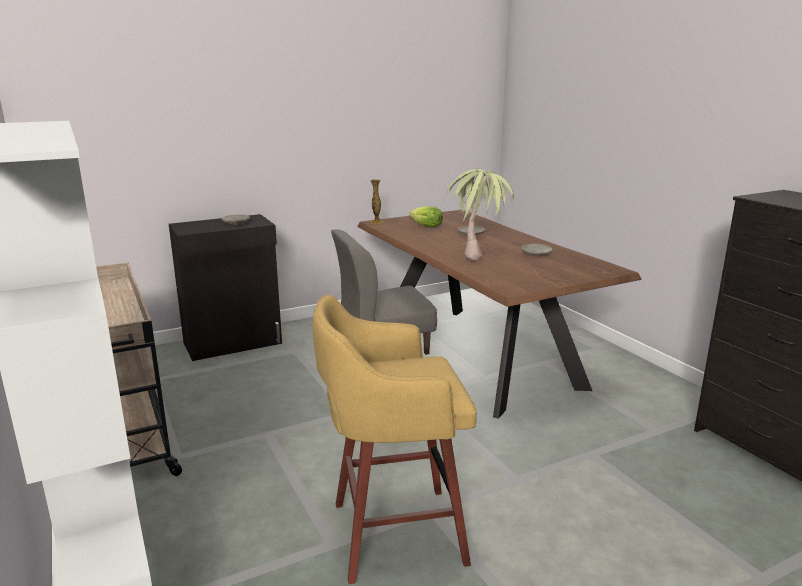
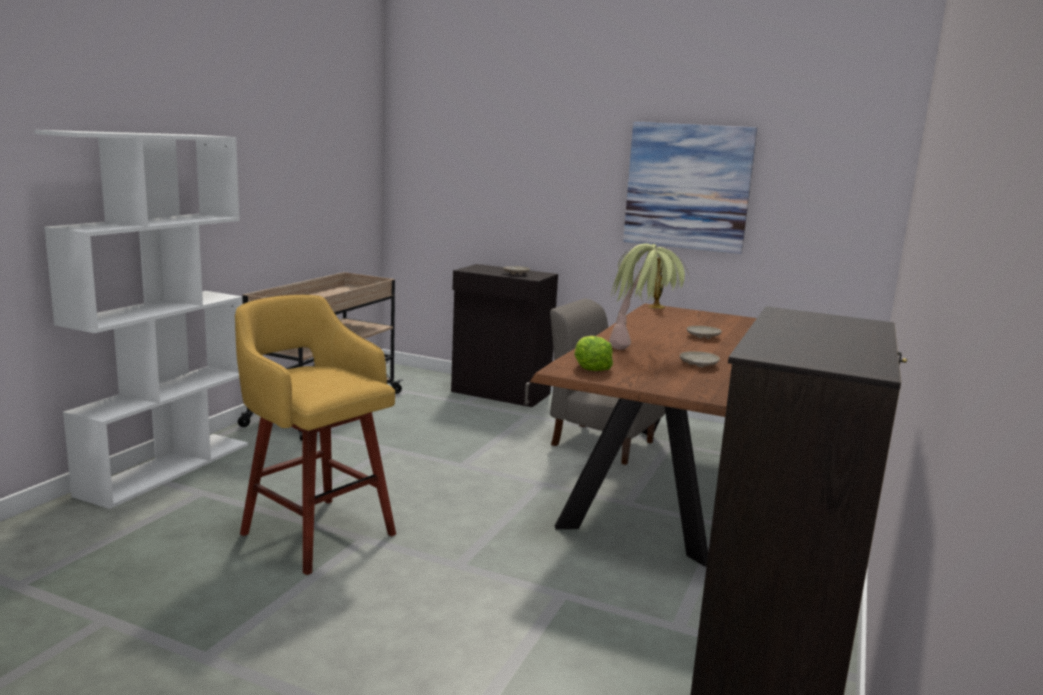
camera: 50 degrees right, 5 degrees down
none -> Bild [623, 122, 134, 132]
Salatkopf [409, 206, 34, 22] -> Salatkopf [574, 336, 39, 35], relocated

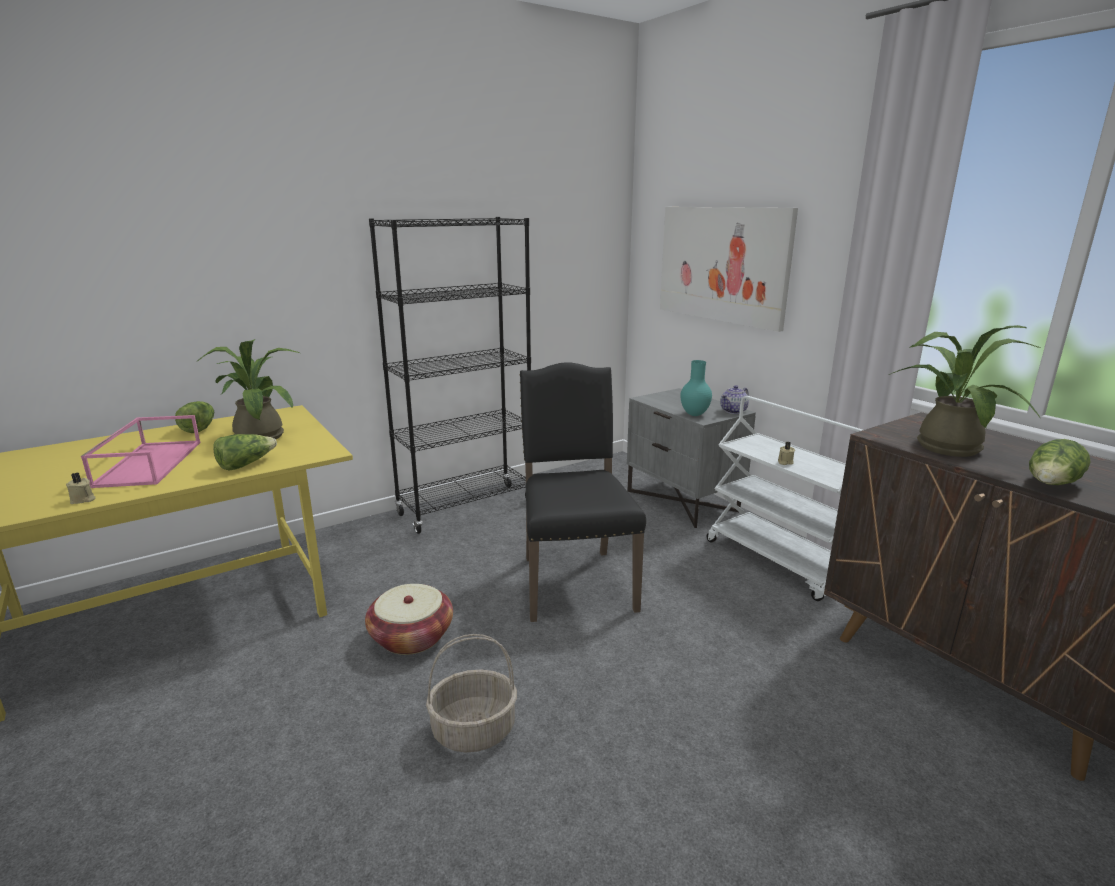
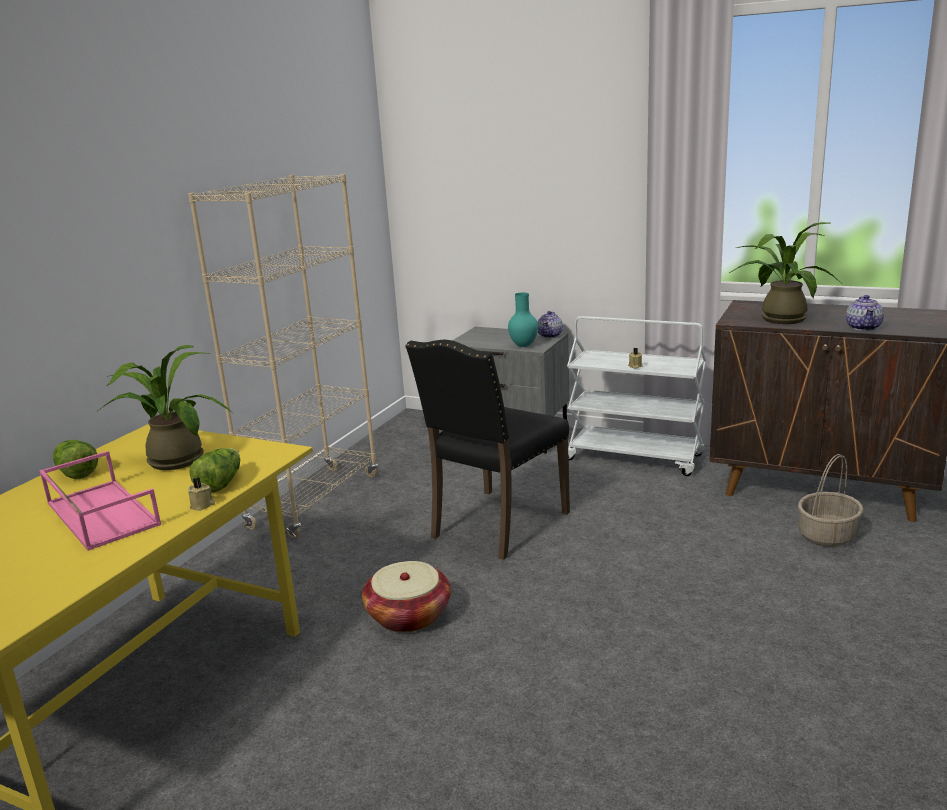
camera: 30 degrees left, 0 degrees up
Bild [660, 207, 138, 125] -> none
Kerze/beige [66, 473, 29, 31] -> Kerze/beige [188, 477, 27, 34], relocated
Korb [426, 634, 91, 119] -> Korb [798, 454, 65, 93], relocated
Salatkopf [1029, 439, 62, 46] -> Teekanne [846, 295, 38, 36]
Bücherregal/schwarz [369, 217, 164, 317] -> Bücherregal/beige [188, 174, 190, 364]
Stuhl/schwarz [520, 362, 126, 260] -> Stuhl/schwarz [405, 339, 165, 221], 105 degrees counterclockwise

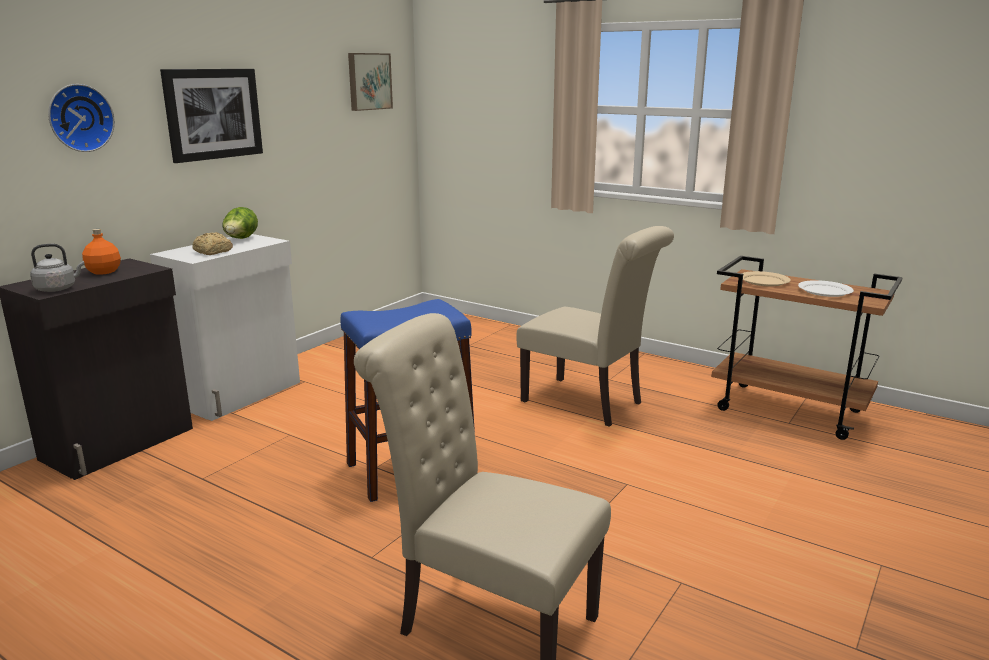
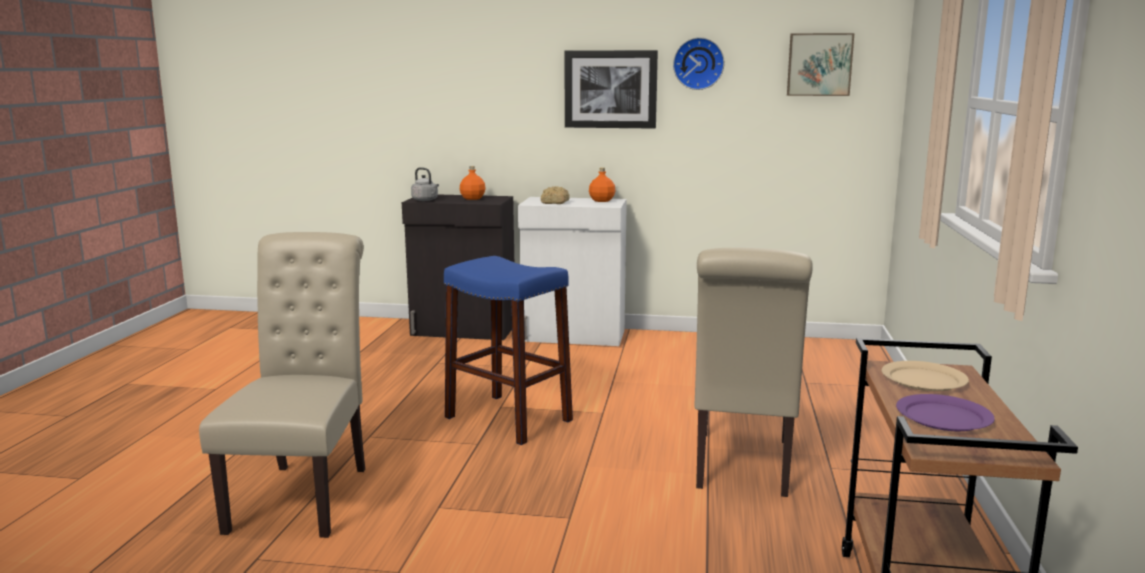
camera: 65 degrees right, 5 degrees down
Wanduhr [48, 84, 67, 68] -> Wanduhr [673, 37, 51, 53], relocated
Salatkopf [222, 207, 36, 32] -> Flasche/orange [589, 168, 26, 34]
Teller/weiß [798, 280, 56, 17] -> Teller/lila [896, 394, 99, 37]

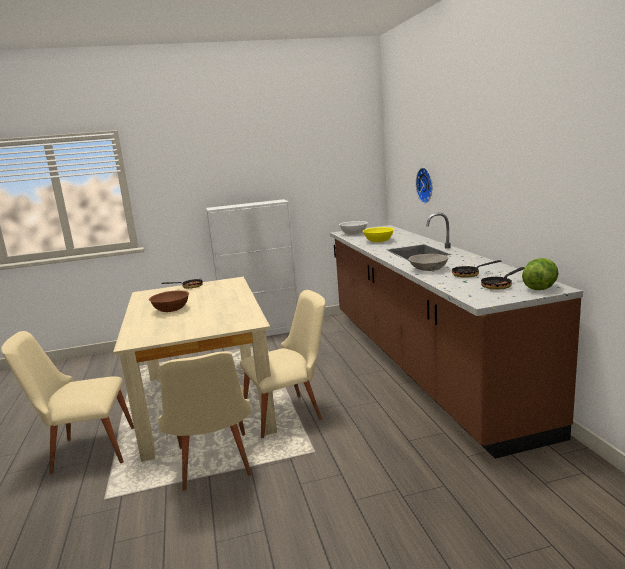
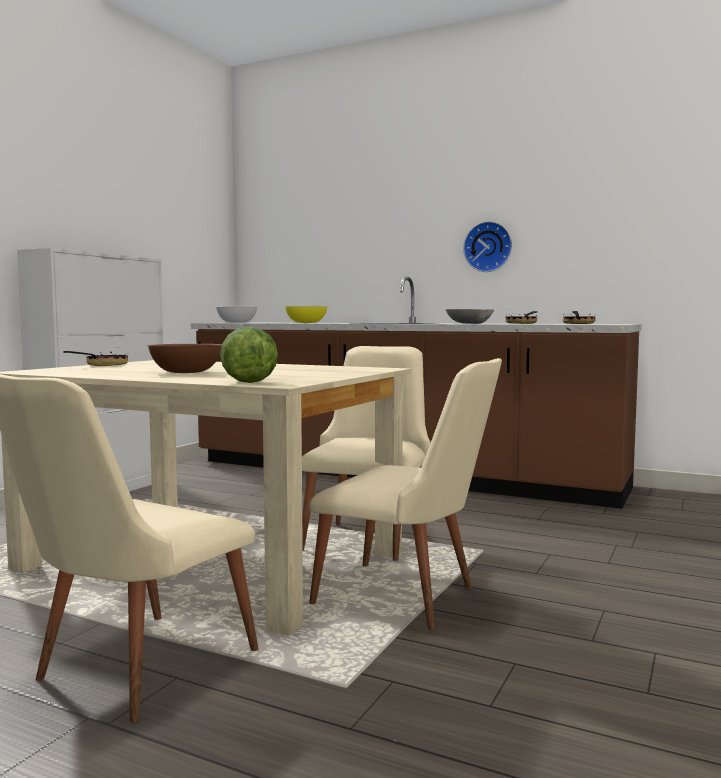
camera: 50 degrees left, 10 degrees down
Wanduhr [416, 168, 16, 35] -> Wanduhr [463, 221, 49, 51], relocated
Salatkopf [522, 258, 37, 32] -> Salatkopf [220, 326, 58, 57], relocated

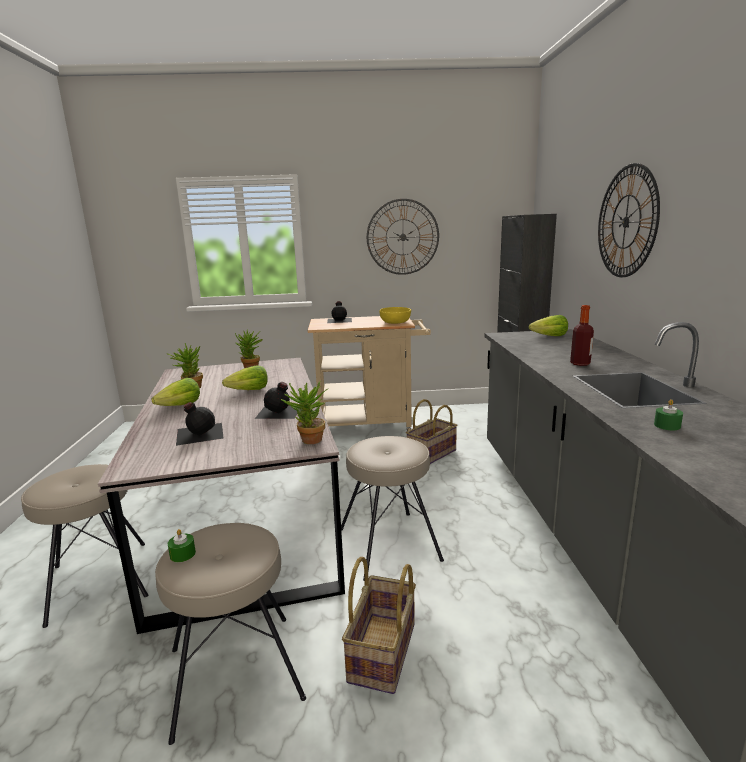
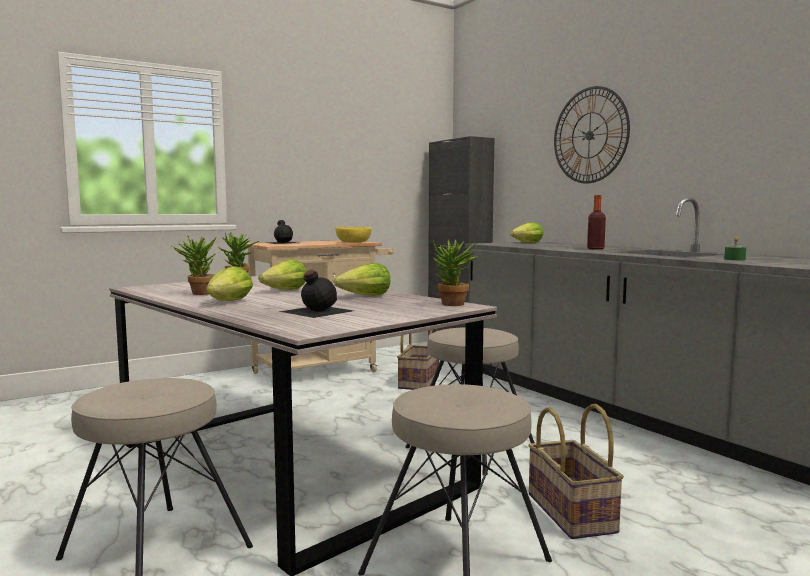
camera: 30 degrees left, 10 degrees down
Kerze/grün [168, 529, 28, 33] -> none
Wanduhr [367, 199, 72, 76] -> none
Flasche/schwarz [255, 382, 42, 37] -> Salatkopf [334, 263, 56, 33]

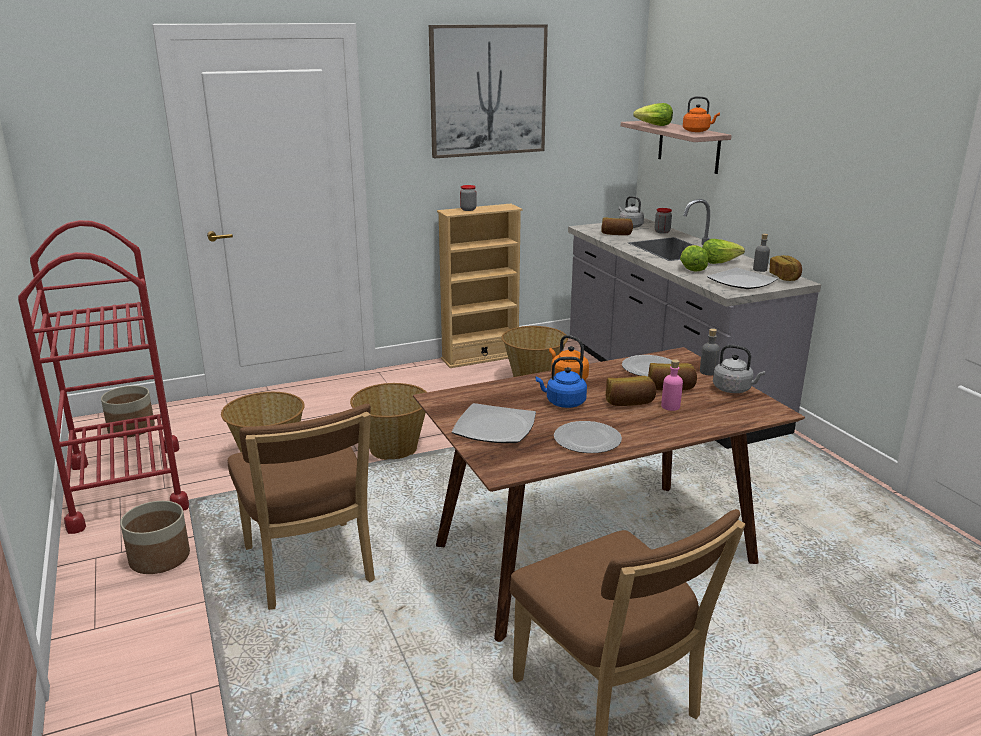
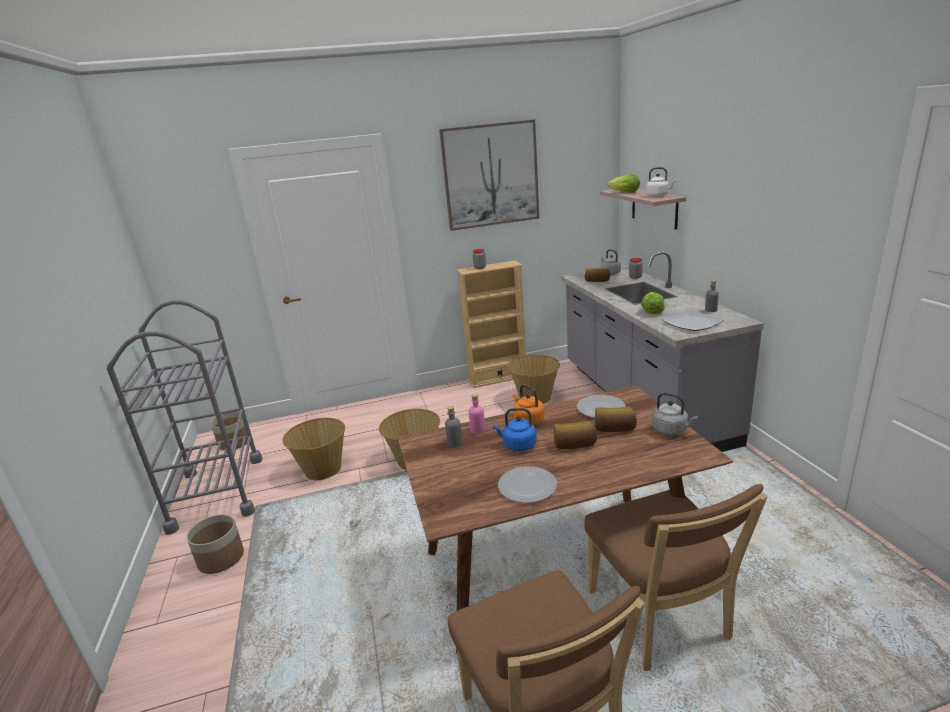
camera: 10 degrees right, 0 degrees up
Teller [452, 403, 84, 40] -> none
Salatkopf [702, 239, 43, 25] -> none
Brot [769, 255, 33, 26] -> none
Stuhl/braun [228, 404, 147, 206] -> Stuhl/braun [584, 484, 183, 187], relocated
Flasche/rosa [661, 359, 22, 52] -> Flasche/rosa [469, 394, 16, 40], relocated
Flasche/grau [700, 328, 20, 48] -> Flasche/grau [445, 406, 18, 41], relocated
Rollwagen/rot [18, 220, 171, 314] -> Rollwagen/grau [107, 300, 156, 235]
Wasserkessel/orange [683, 96, 37, 36] -> Wasserkessel/weiß [646, 167, 30, 30]

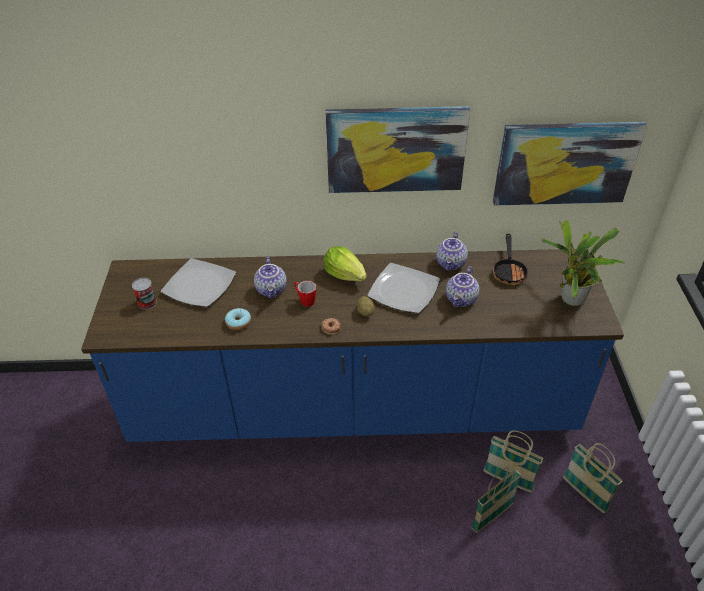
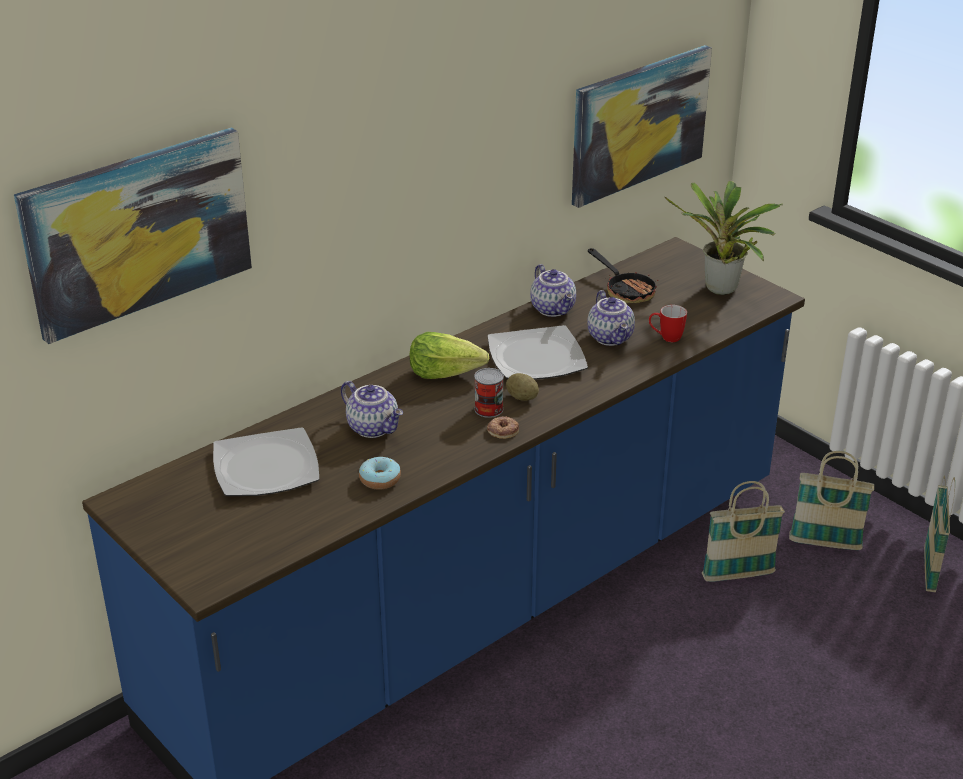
camera: 40 degrees left, 10 degrees down
Dose [132, 278, 25, 32] -> Dose [474, 368, 30, 50], relocated
Henkelbecher [294, 281, 22, 26] -> Henkelbecher [649, 305, 38, 37], relocated
Bild [326, 106, 144, 87] -> Bild [14, 128, 238, 216], relocated
Korb [472, 467, 49, 66] -> Korb [924, 475, 31, 117], relocated

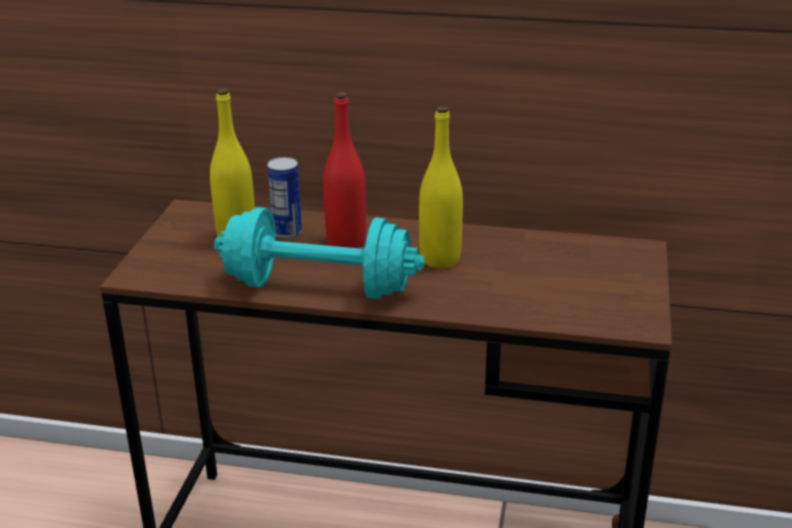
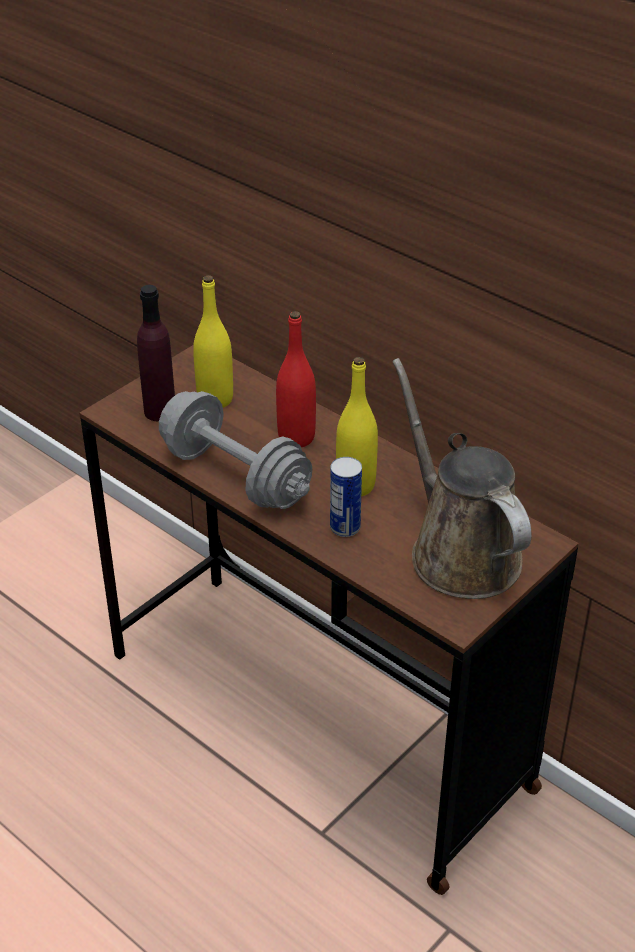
camera: 30 degrees right, 10 degrees up
none -> Flasche/lila [137, 285, 38, 137]
none -> Gießkanne/braun [392, 358, 139, 241]
Dose [267, 157, 35, 83] -> Dose [330, 457, 32, 80], relocated
Hantel/türkis [214, 207, 211, 92] -> Hantel/grau [159, 391, 154, 118]

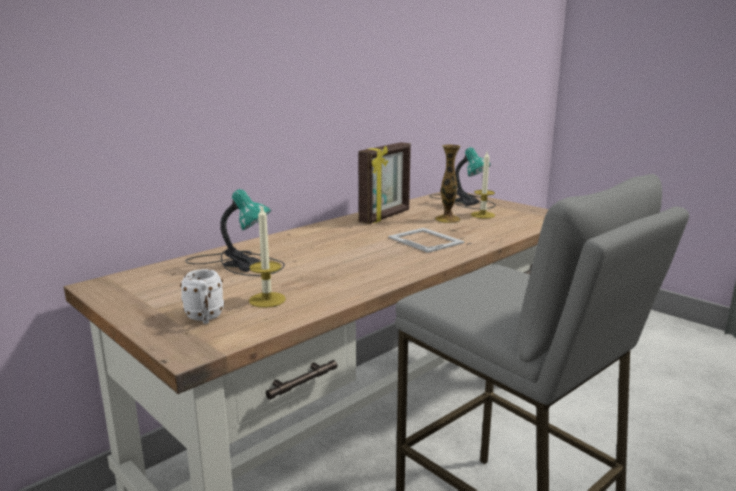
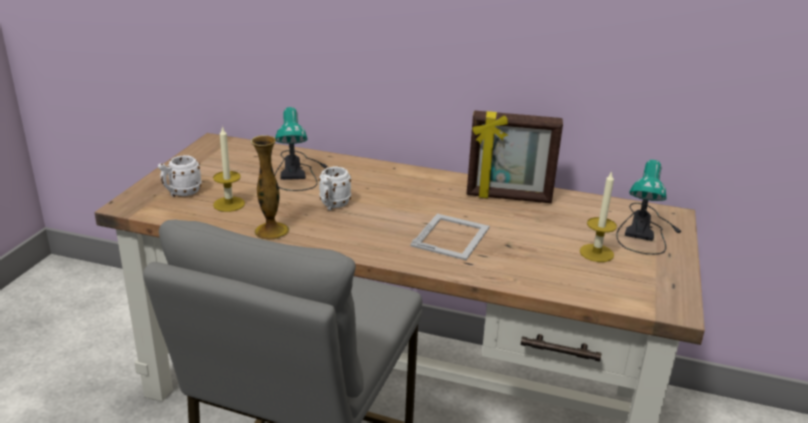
camera: 60 degrees right, 10 degrees up
none -> Henkelbecher/weiß [319, 166, 32, 44]
Vase [435, 144, 26, 79] -> Vase [250, 135, 40, 105], relocated

